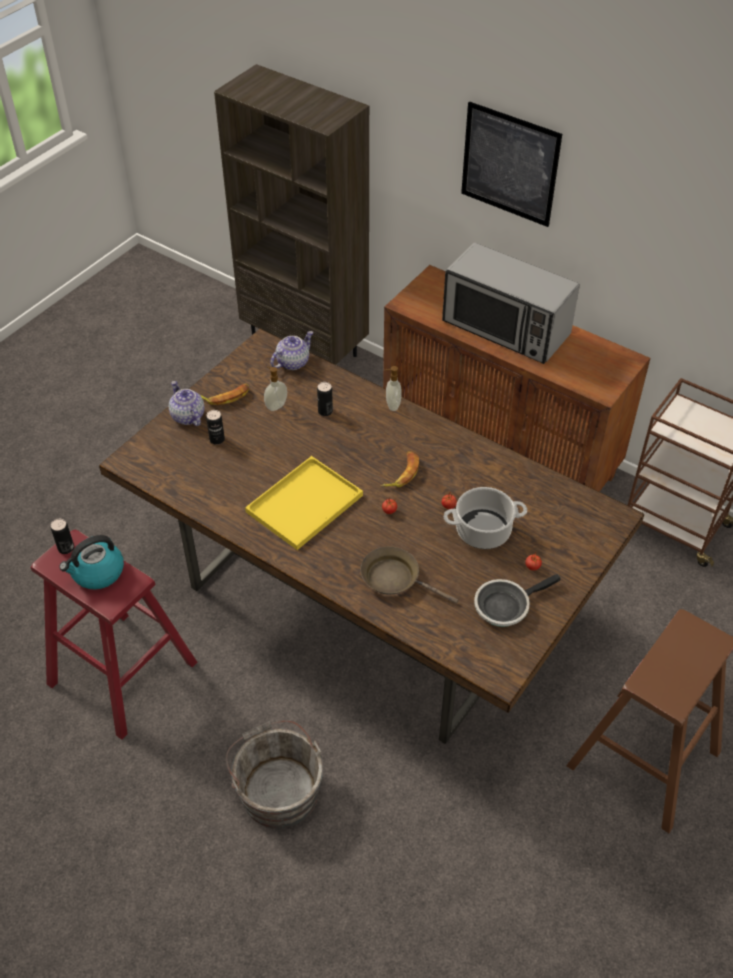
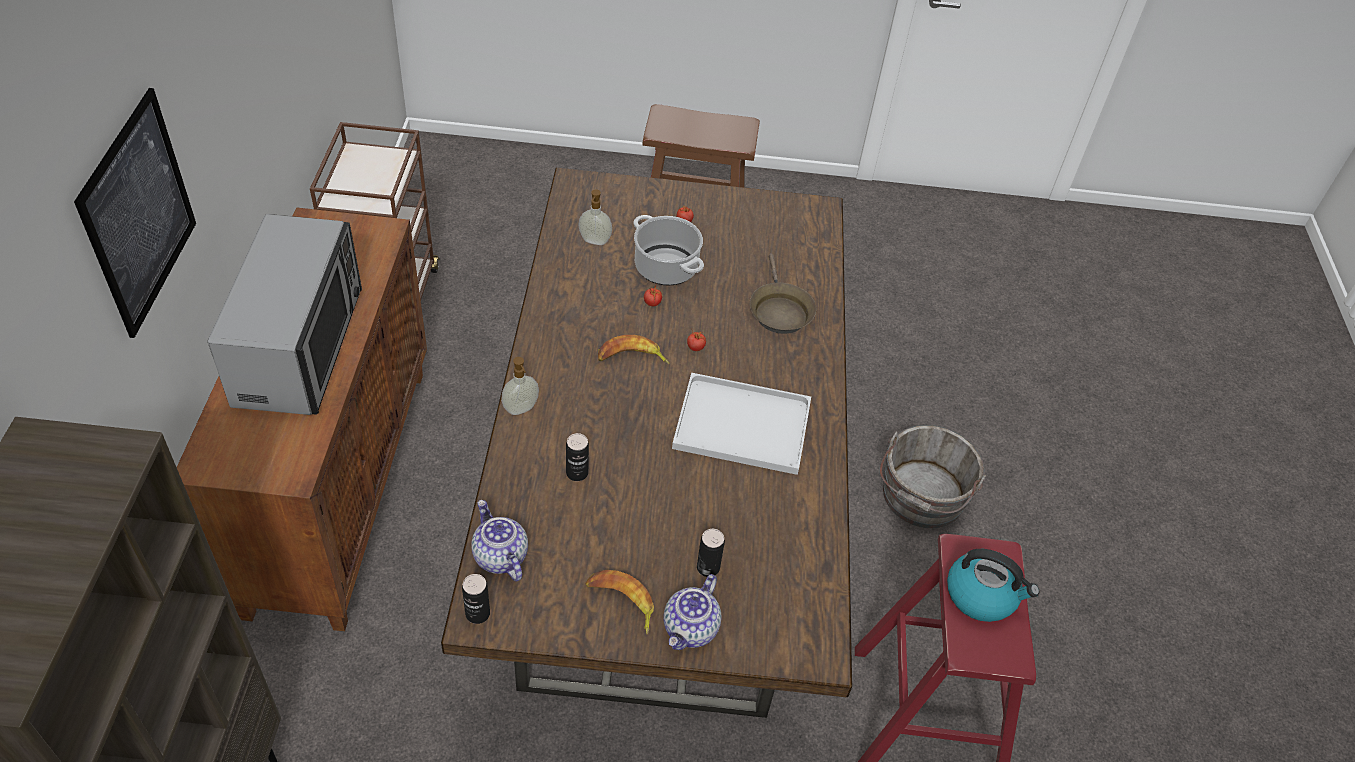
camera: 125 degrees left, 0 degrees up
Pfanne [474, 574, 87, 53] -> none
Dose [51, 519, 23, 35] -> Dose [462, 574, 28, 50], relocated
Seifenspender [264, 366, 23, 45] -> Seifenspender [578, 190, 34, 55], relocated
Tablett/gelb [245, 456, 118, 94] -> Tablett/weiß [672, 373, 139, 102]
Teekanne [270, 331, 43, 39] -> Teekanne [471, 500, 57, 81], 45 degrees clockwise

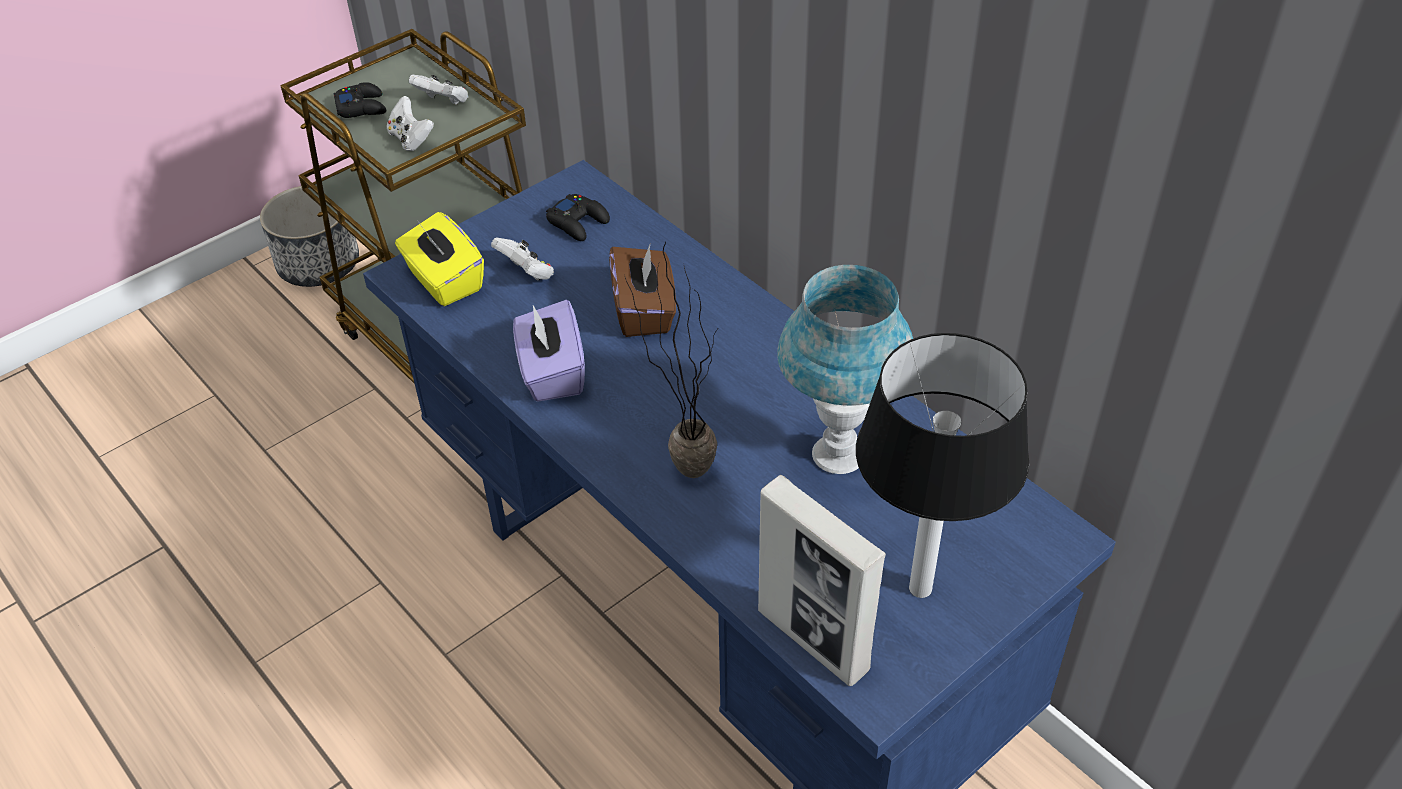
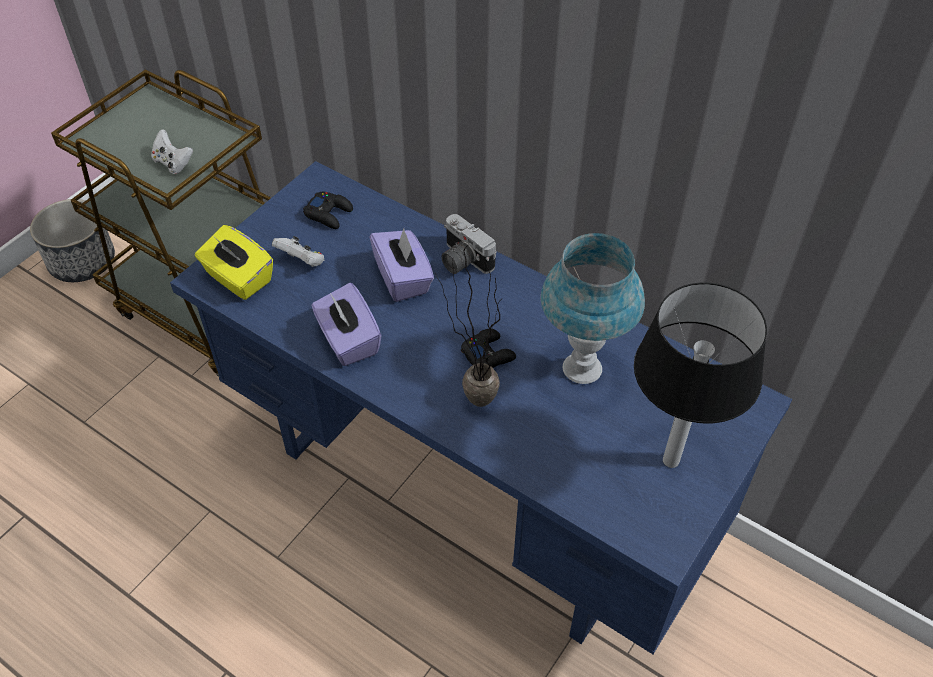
camera: 15 degrees left, 5 degrees up
Gamepad/weiß [409, 75, 59, 30] -> none
Bilderrahmen [758, 475, 128, 211] -> none
none -> Kamera [441, 214, 56, 60]
Gamepad/schwarz [334, 82, 52, 36] -> Gamepad/schwarz [461, 329, 55, 39], relocated
Taschentuchbox/braun [609, 242, 67, 95] -> Taschentuchbox/lila [370, 229, 64, 73]

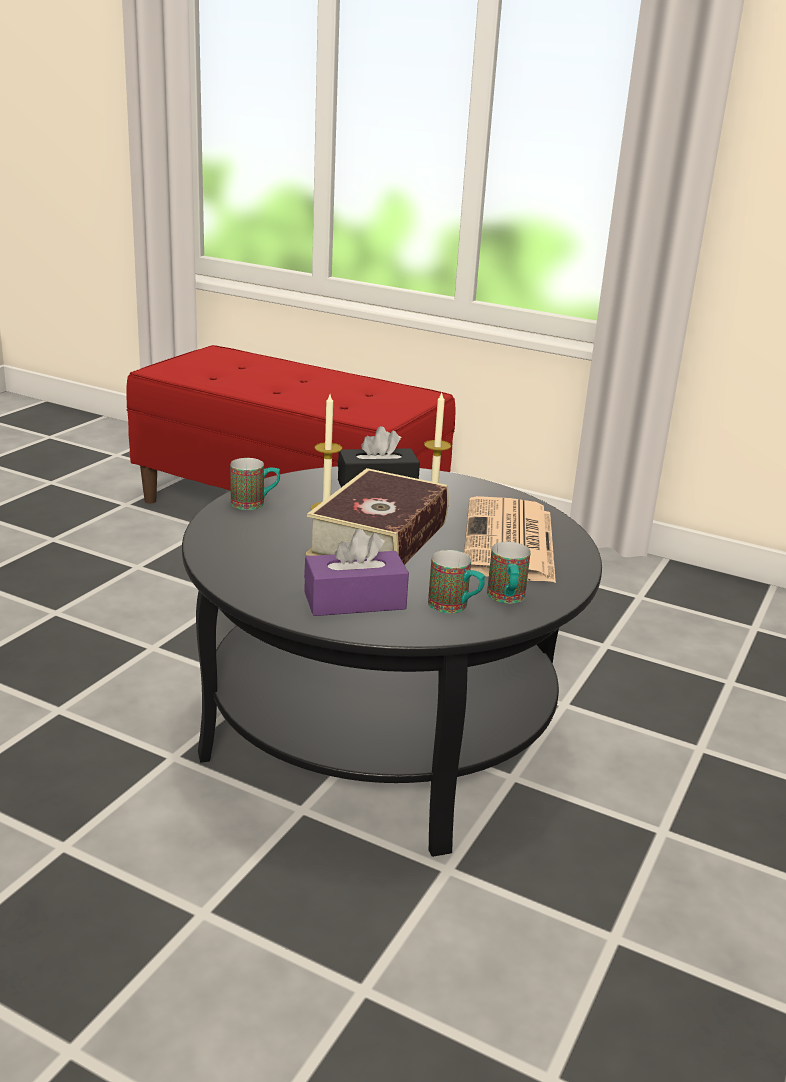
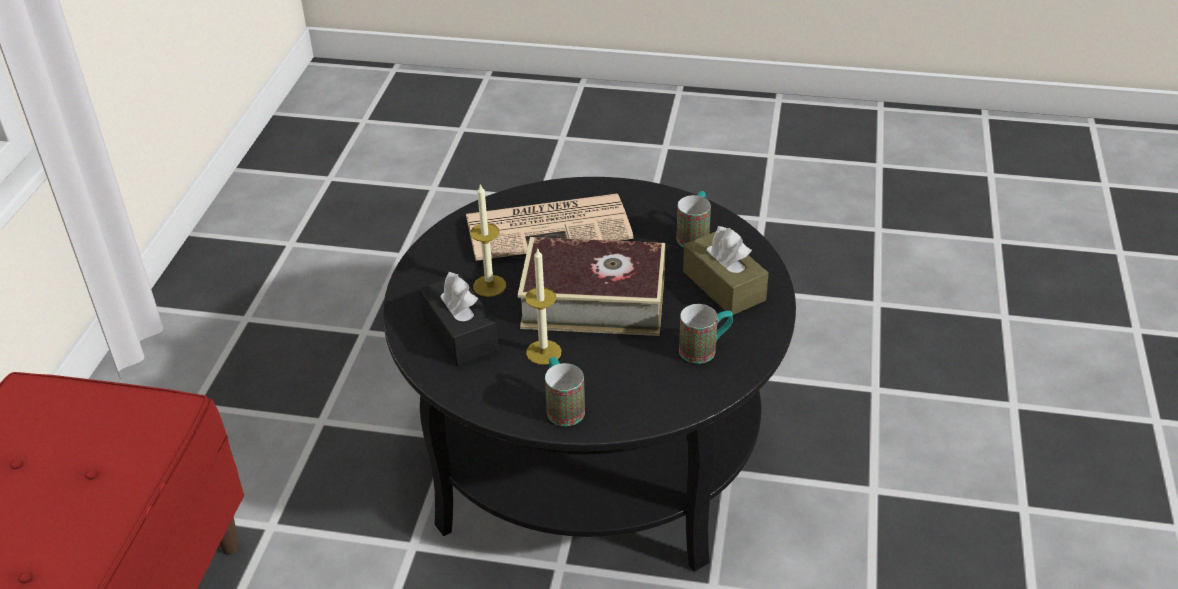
camera: 105 degrees left, 15 degrees up
Henkelbecher [487, 542, 44, 61] -> Henkelbecher [679, 304, 54, 60], relocated
Taschentuchbox/lila [304, 529, 105, 87] -> Taschentuchbox/braun [683, 226, 86, 89]

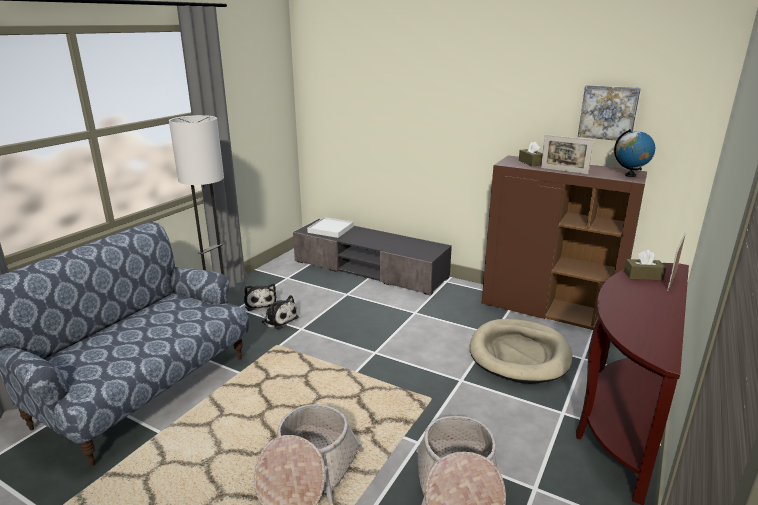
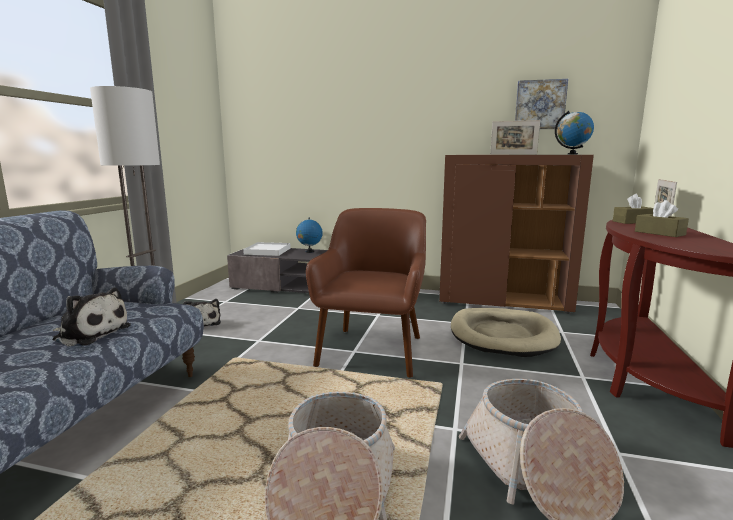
camera: 15 degrees left, 10 degrees down
none -> Globus [296, 218, 27, 35]
none -> Sessel/braun [306, 208, 120, 170]
Plüschtier [259, 295, 40, 34] -> Plüschtier [53, 287, 78, 59], relocated
Taschentuchbox/braun [519, 141, 24, 25] -> Taschentuchbox/braun [635, 200, 54, 37], relocated

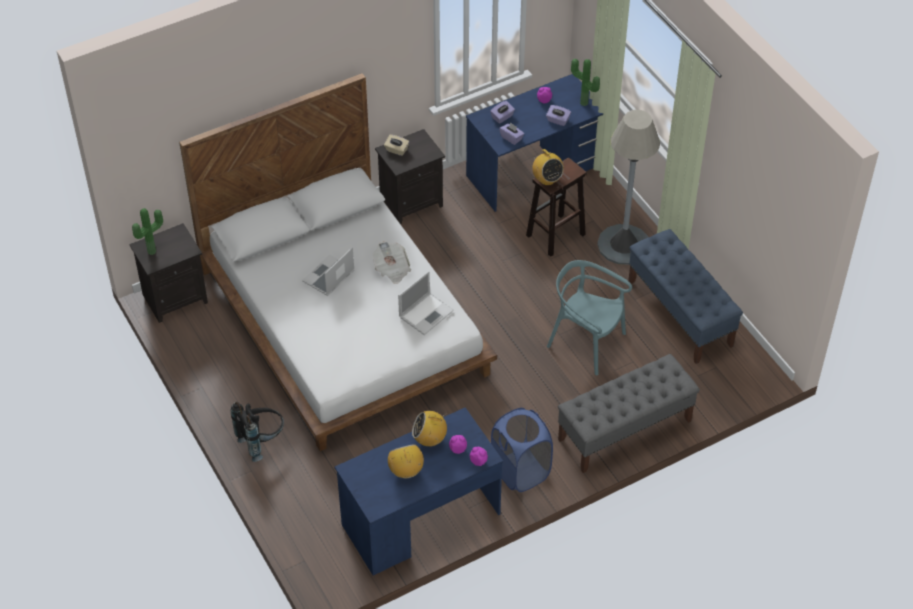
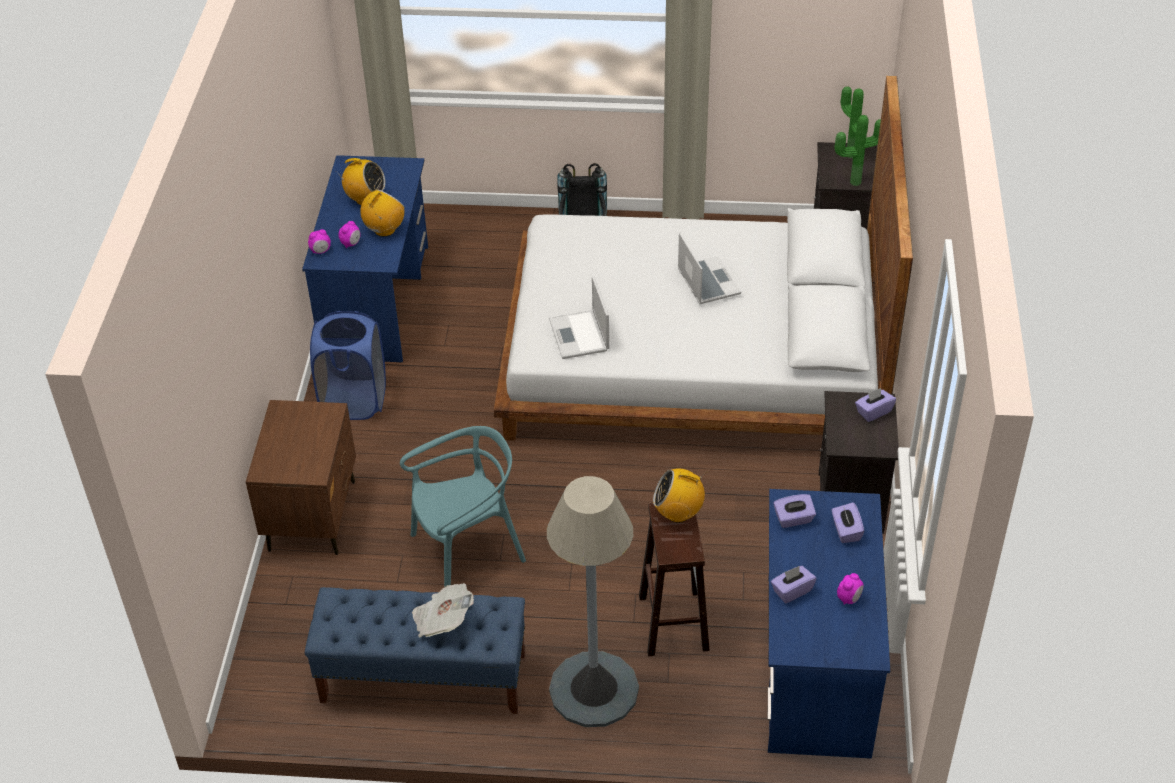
camera: 125 degrees right, 5 degrees down
Zeitung [372, 241, 39, 43] -> Zeitung [412, 583, 62, 55], relocated
Topfpflanze [571, 59, 29, 47] -> Topfpflanze [834, 115, 47, 71], relocated
Bank/grau [558, 354, 142, 119] -> Nachttisch/braun [246, 400, 110, 155]
Taschentuchbox/beige [384, 135, 25, 21] -> Taschentuchbox/lila [855, 388, 41, 34]

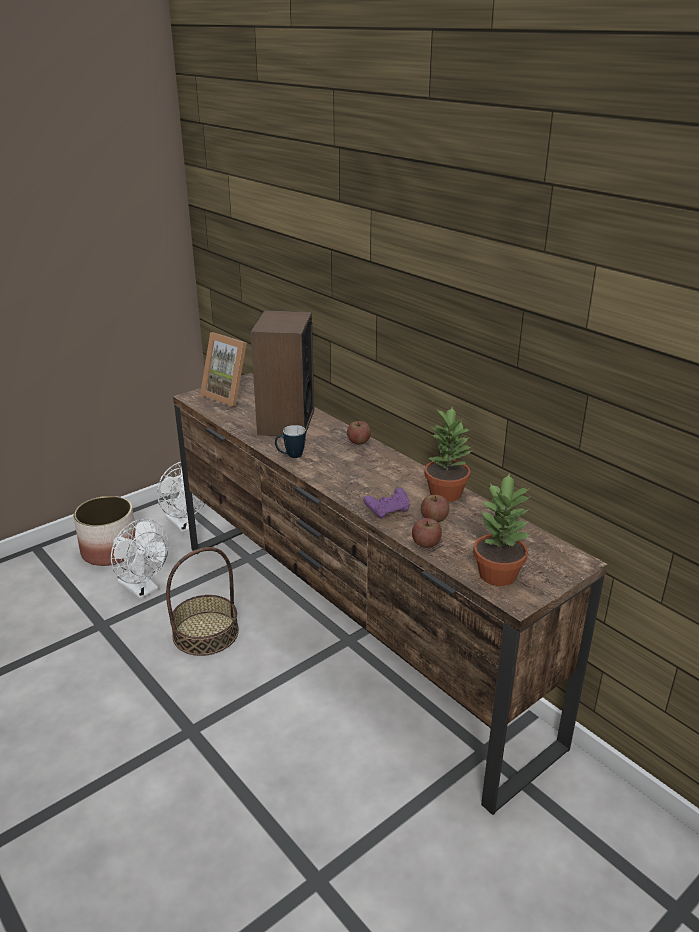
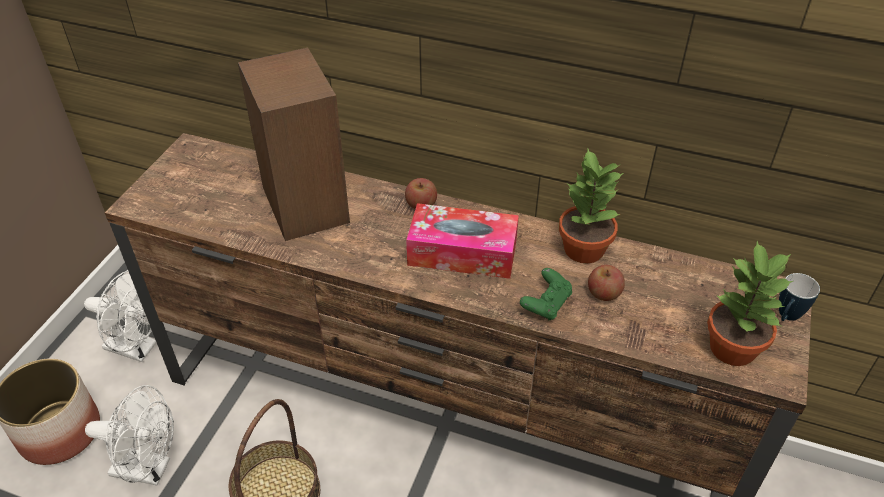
camera: 30 degrees left, 15 degrees up
Bilderrahmen [200, 332, 47, 75] -> none
Apfel [412, 518, 30, 30] -> none
none -> Taschentuchbox [406, 203, 113, 76]
Henkelbecher [275, 425, 31, 33] -> Henkelbecher [779, 273, 41, 48], relocated
Gamepad/lila [363, 487, 47, 32] -> Gamepad/grün [520, 268, 52, 52]

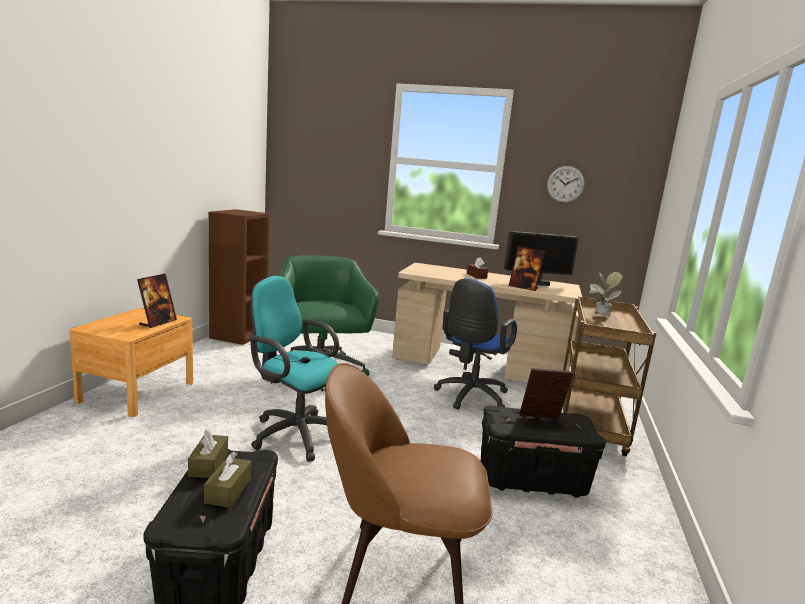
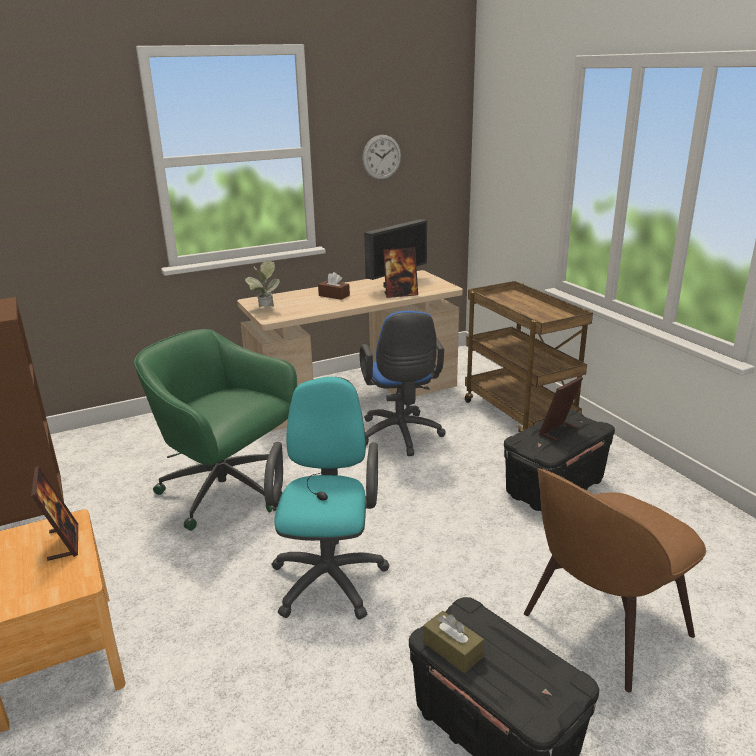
camera: 40 degrees left, 10 degrees up
Taschentuchbox/braun [204, 452, 47, 56] -> none
Topfpflanze [590, 272, 33, 45] -> Topfpflanze [245, 260, 35, 48], relocated
Bürostuhl/türkis [250, 276, 89, 186] -> Bürostuhl/türkis [264, 377, 126, 243], 105 degrees clockwise

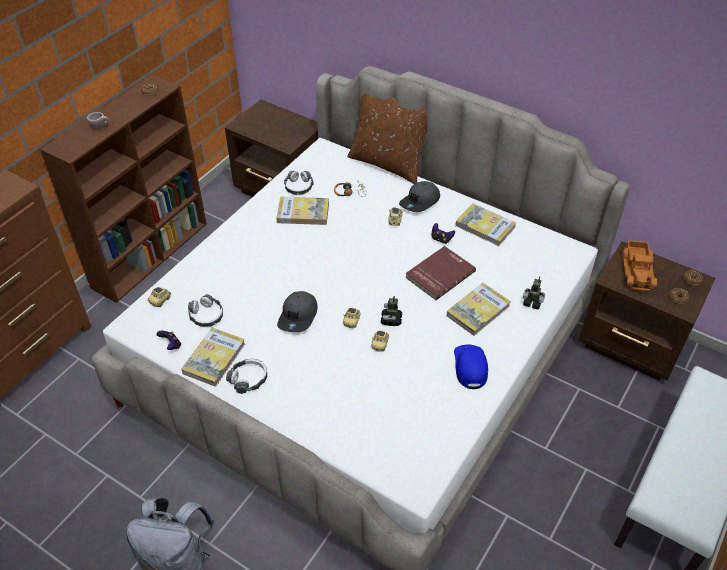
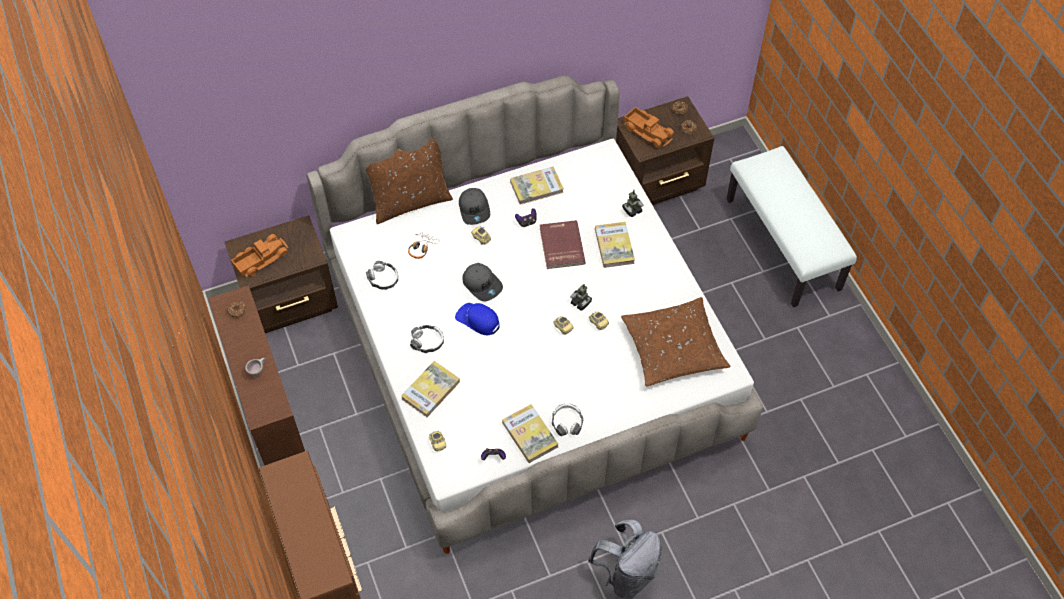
camera: 55 degrees left, 10 degrees up
none -> Spielzeuglaster [231, 234, 57, 43]
none -> Kissen/braun [621, 297, 110, 90]
Kopfhörer [188, 294, 35, 33] -> Kopfhörer [410, 325, 34, 28], relocated
Buch [276, 197, 53, 28] -> Buch [401, 361, 59, 56], relocated
Kappe/grau [277, 291, 41, 41] -> Kappe/grau [463, 263, 40, 38], relocated
Kappe/blau [454, 344, 34, 45] -> Kappe/blau [455, 303, 45, 32], relocated

